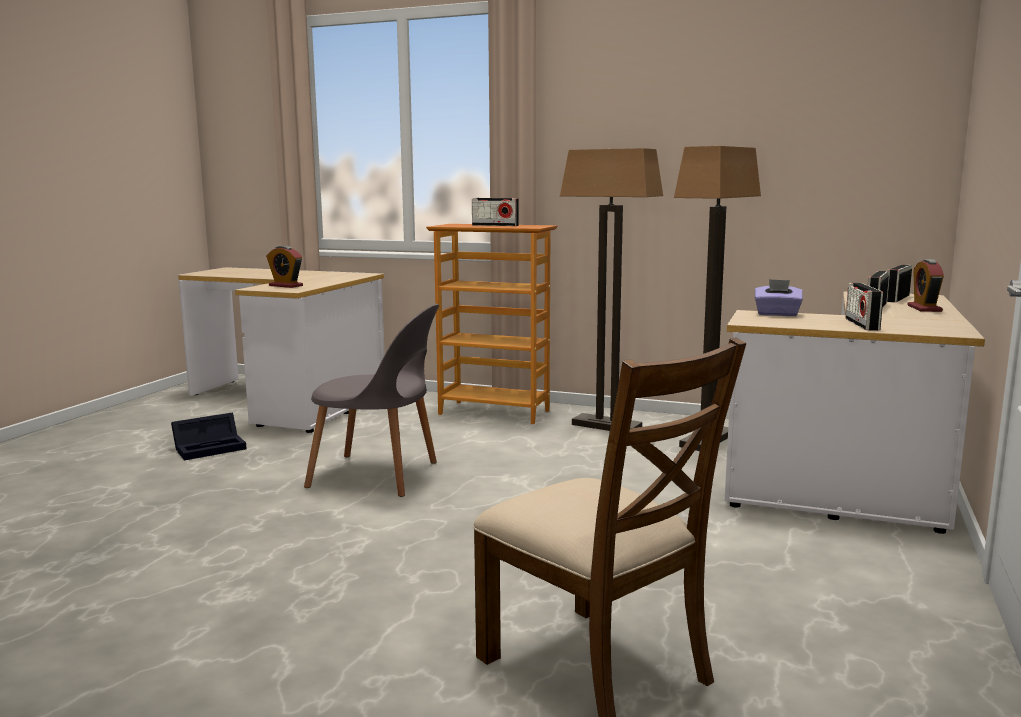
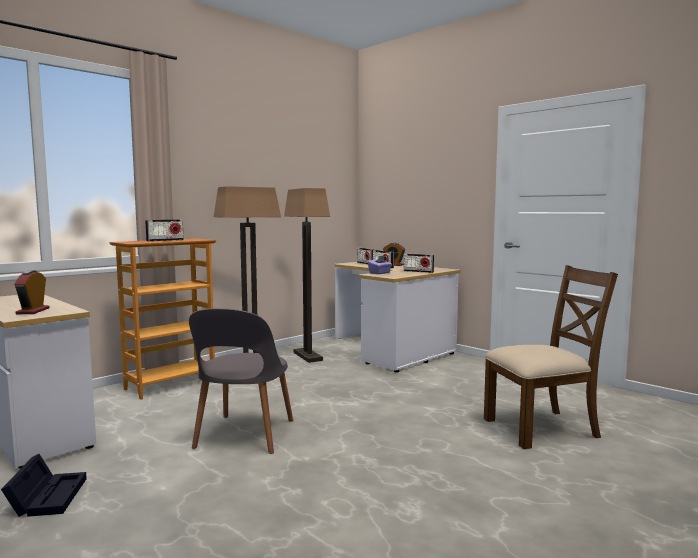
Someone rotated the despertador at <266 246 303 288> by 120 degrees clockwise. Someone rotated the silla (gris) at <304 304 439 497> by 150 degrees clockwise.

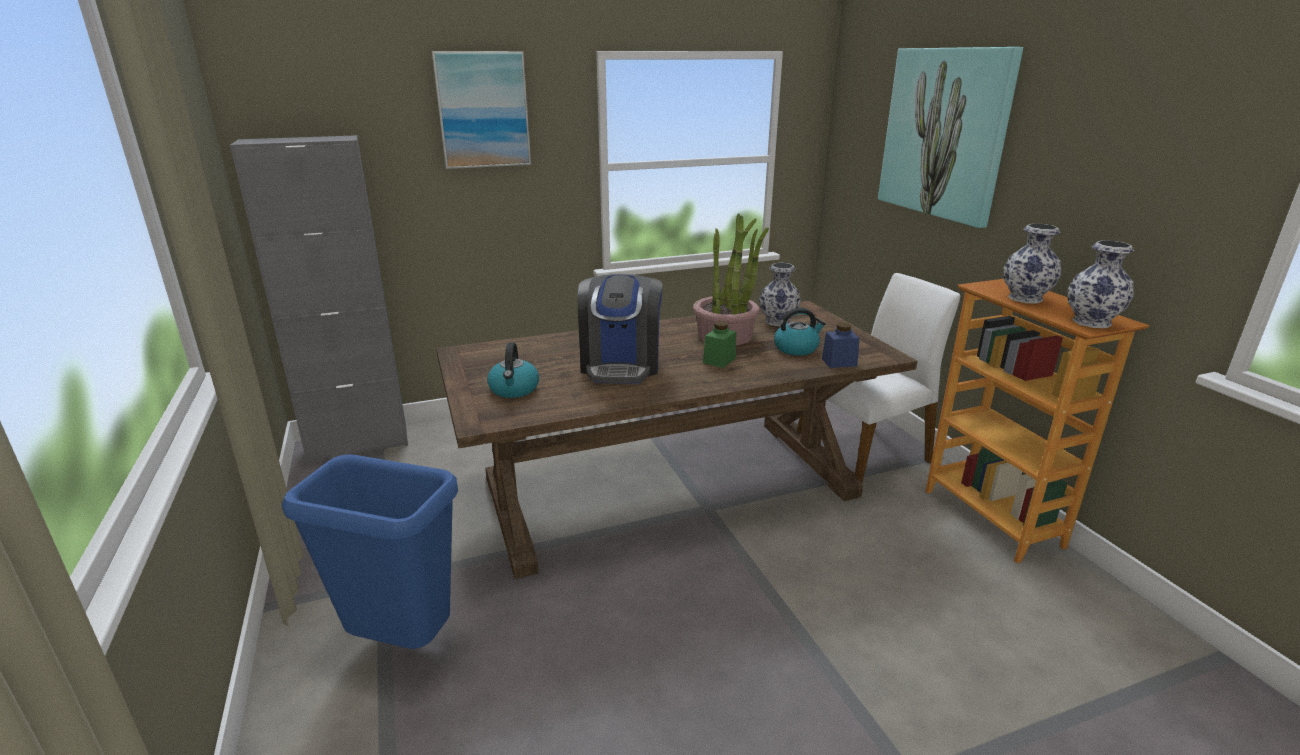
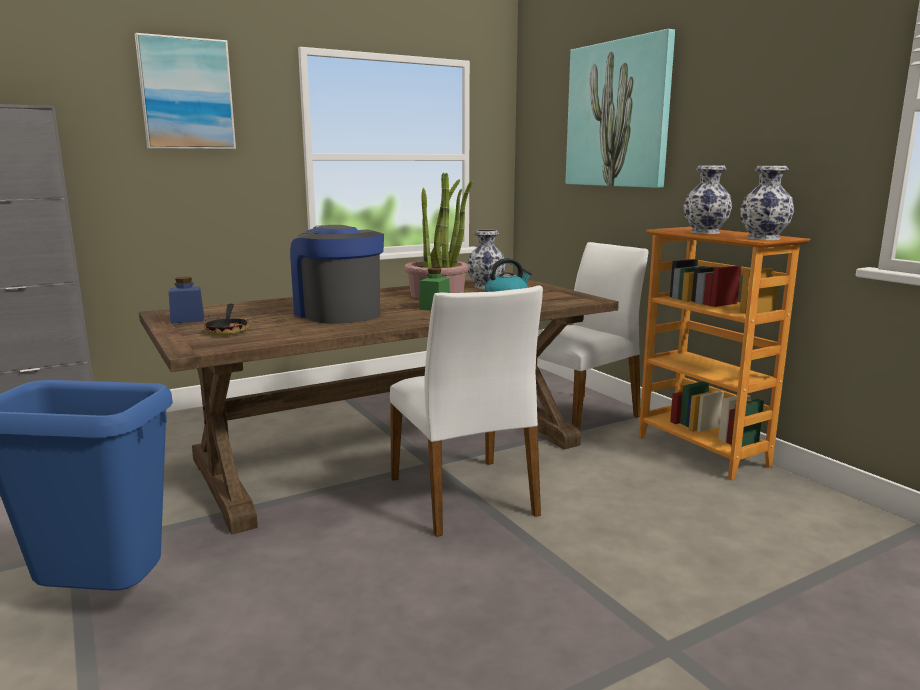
Someone carried the tarro (azul) from <822 322 860 368> to <169 277 204 323>. Someone swapped the hervidor at <487 342 539 398> for the sartén at <204 304 249 335>. Someone rotated the cafetera at <578 274 663 384> by 150 degrees clockwise. Someone put down the silla (blanco) at <390 286 543 537>.

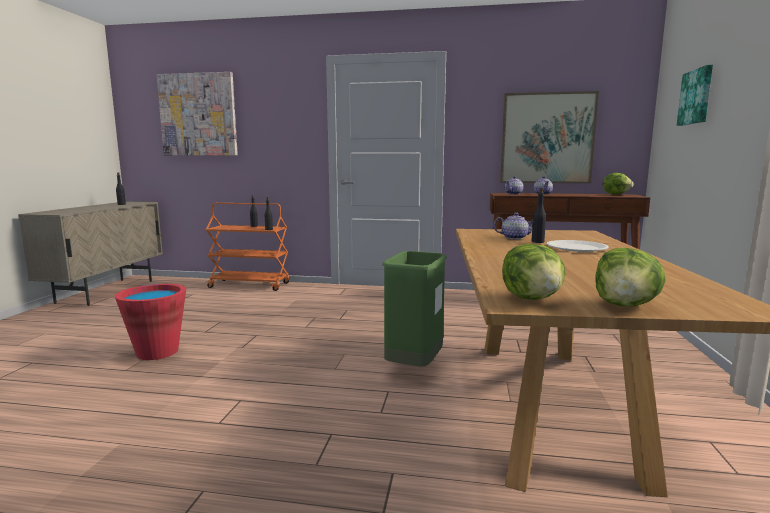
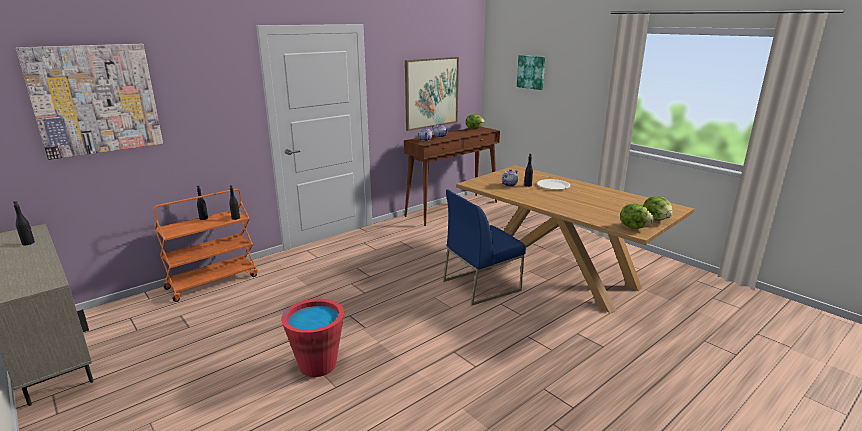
Someone swapped the papelera (verde) at <382 251 447 366> for the silla (azul) at <443 189 526 305>.

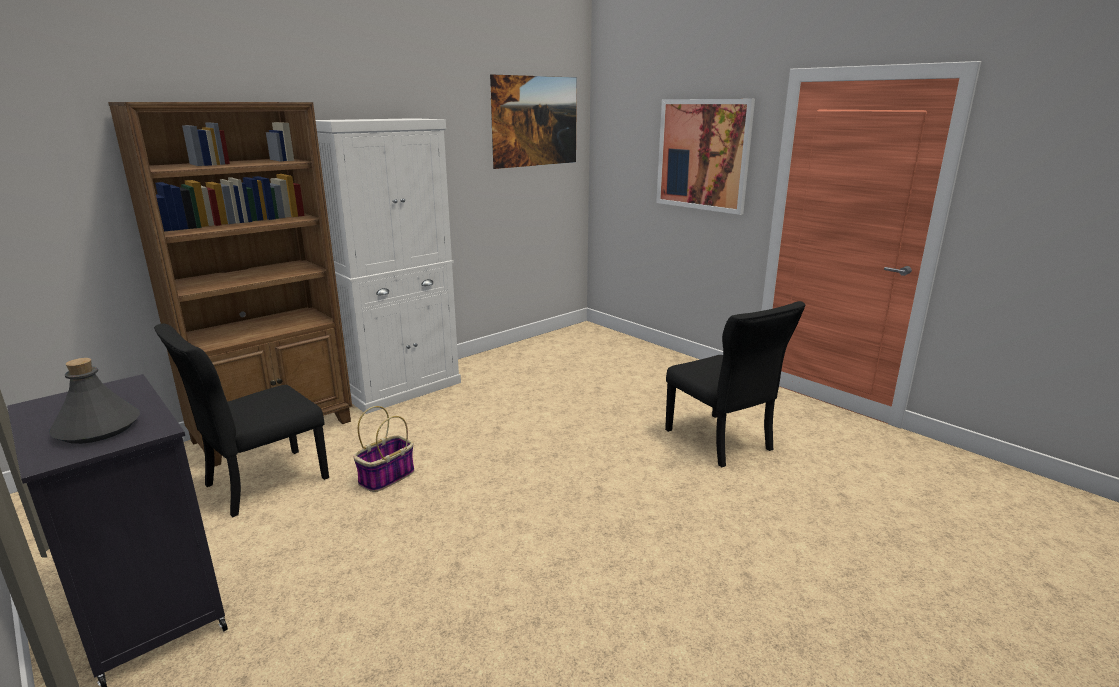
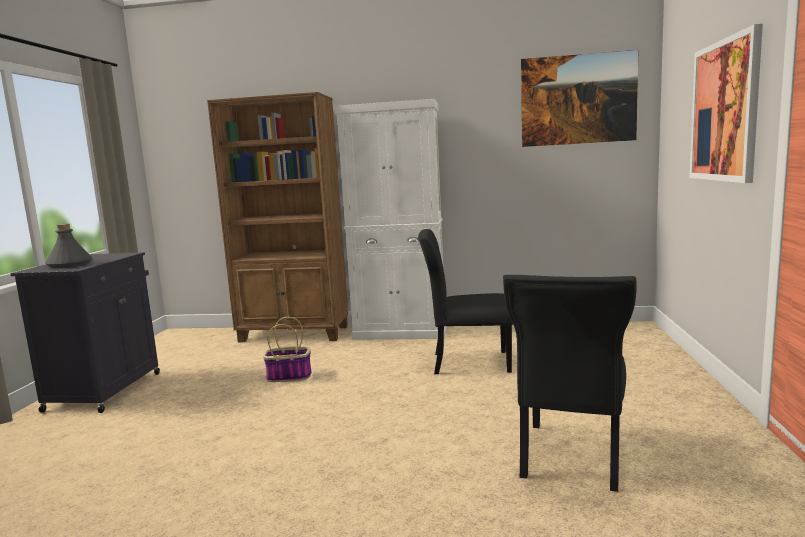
Someone carried the silla (negro) from <154 324 329 518> to <418 229 513 374>.

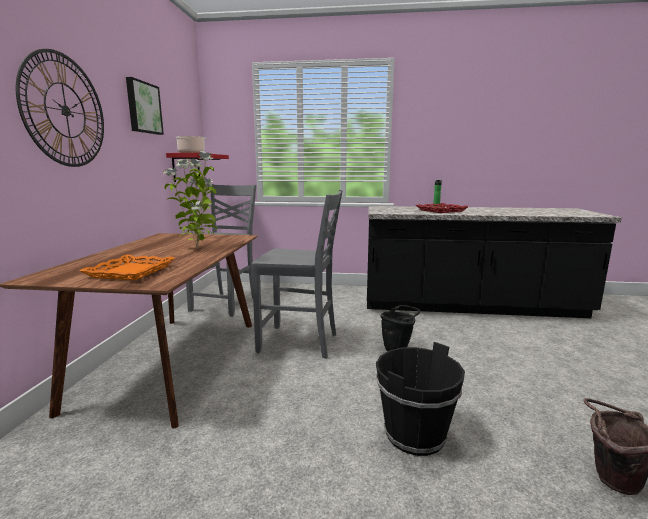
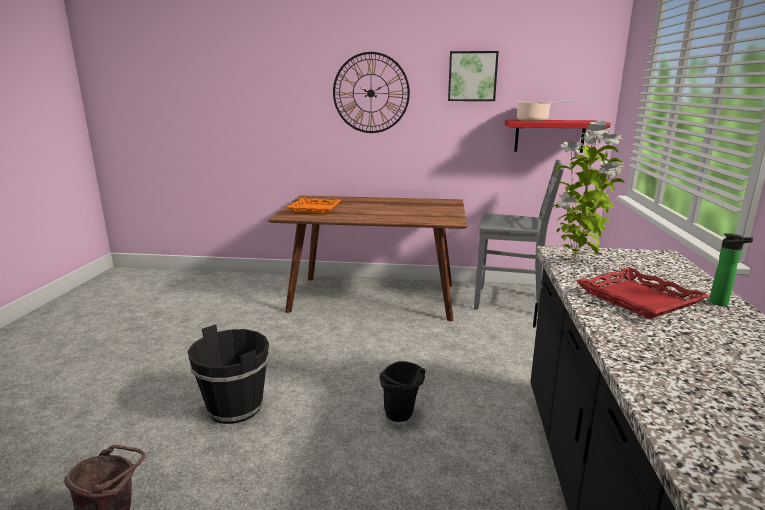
Someone carried the planta en maceta from <163 151 218 248> to <553 120 625 262>. Someone took away the silla (gris) at <252 190 342 358>.

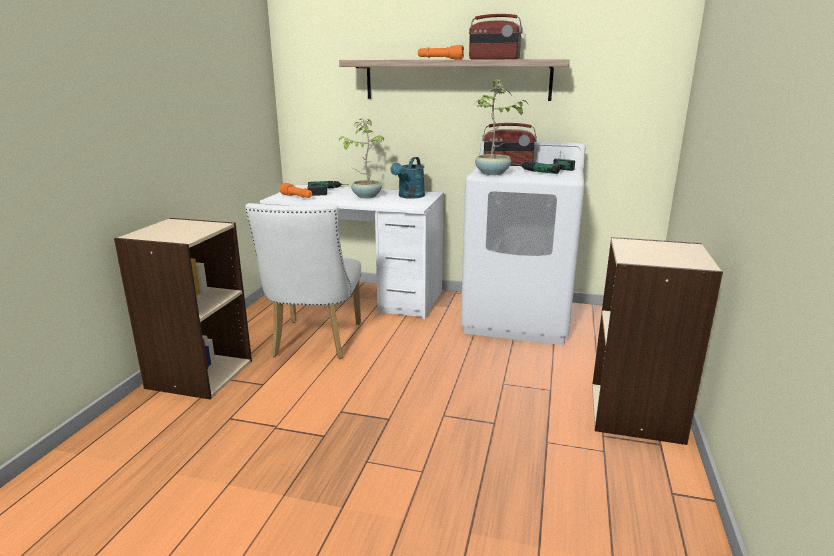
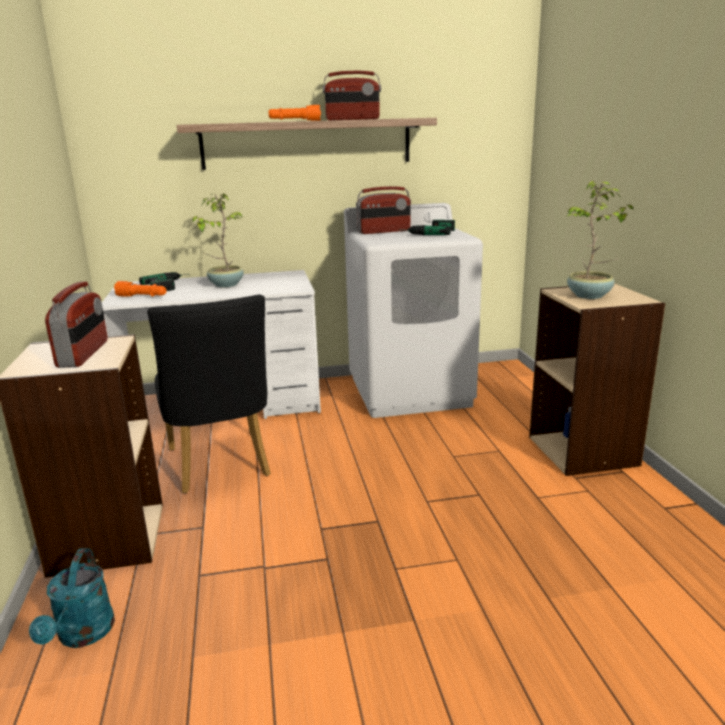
Someone carried the regadera (turquesa) from <390 157 425 198> to <29 548 115 648>. Someone put down the radio at <45 281 108 368>. Someone repainted the silla (blanco) at <245 203 361 359>, which became the silla (negro) at <147 295 271 493>. Someone carried the planta en maceta from <474 79 528 175> to <566 181 633 299>.

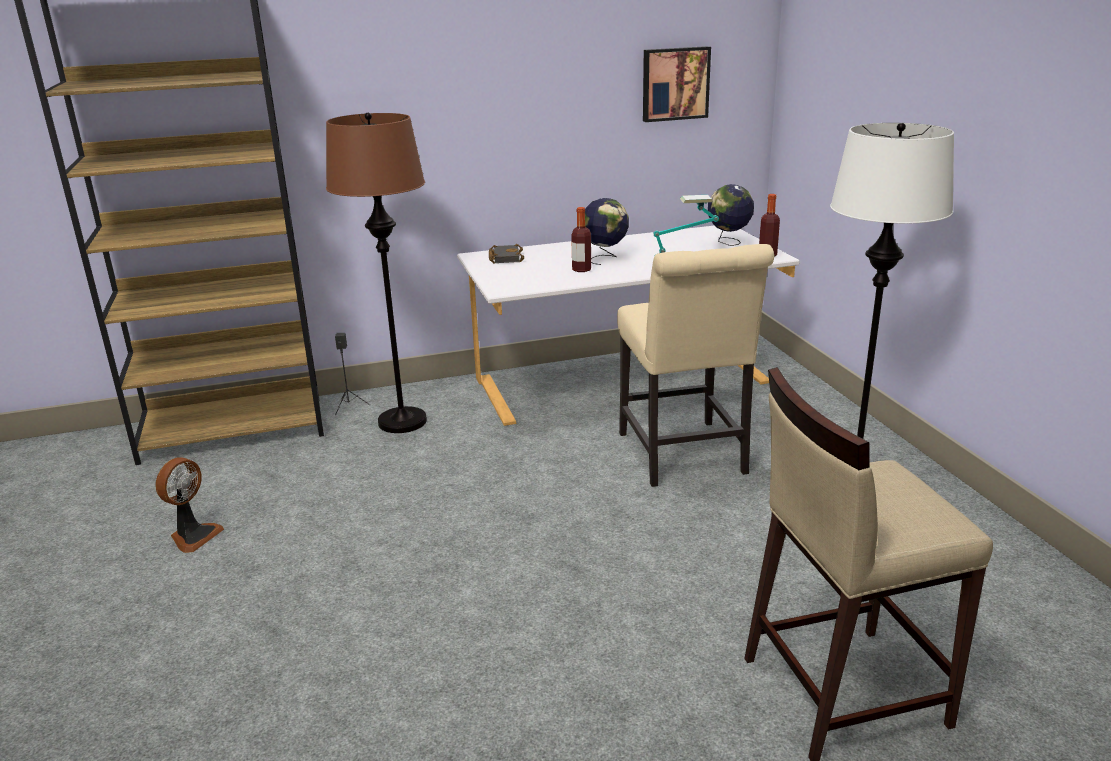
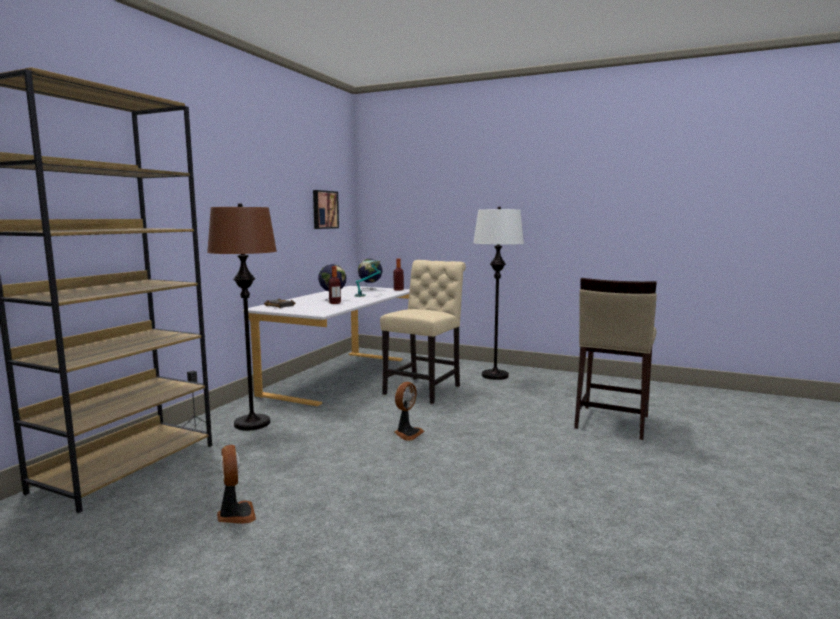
Someone rotated the silla (beis) at <617 244 774 487> by 90 degrees counterclockwise. Someone put down the ventilador at <394 382 425 441>.

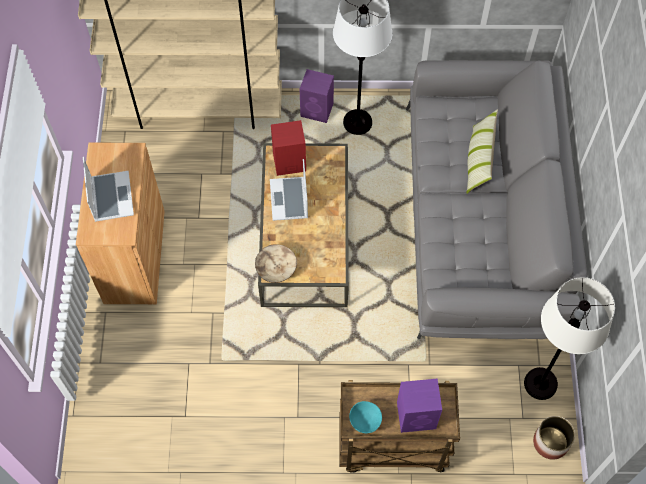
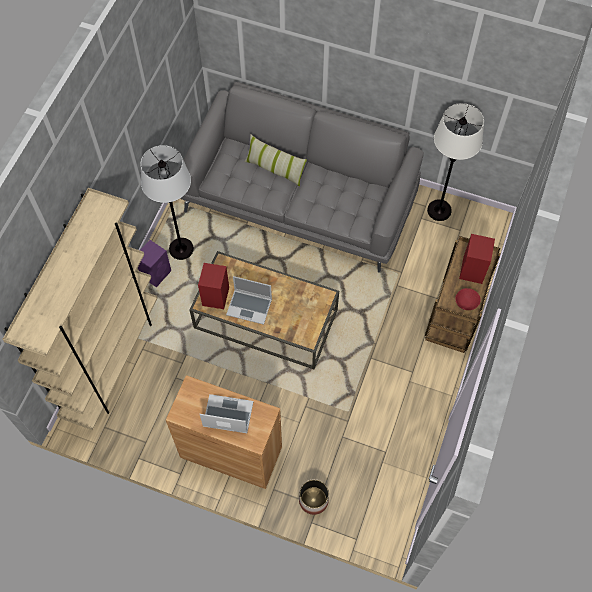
Someone carried the maceta from <533 416 575 460> to <299 479 329 515>. Someone repainted the cuenco (turquesa) at <349 401 382 433>, which became the cuenco (rojo) at <455 288 481 310>. Someone repainted the altavoz (morado) at <397 379 442 433>, which became the altavoz (rojo) at <459 234 495 284>. Someone took away the cuenco (beis) at <255 245 297 283>.

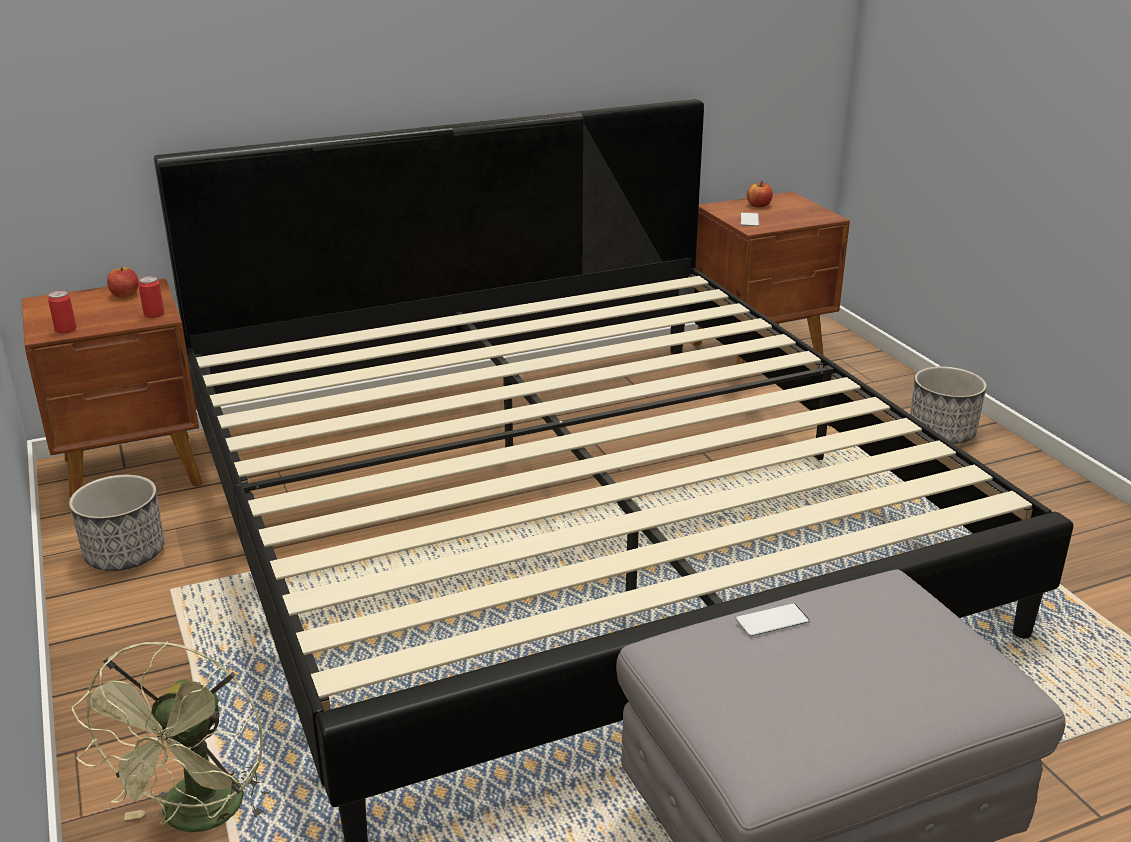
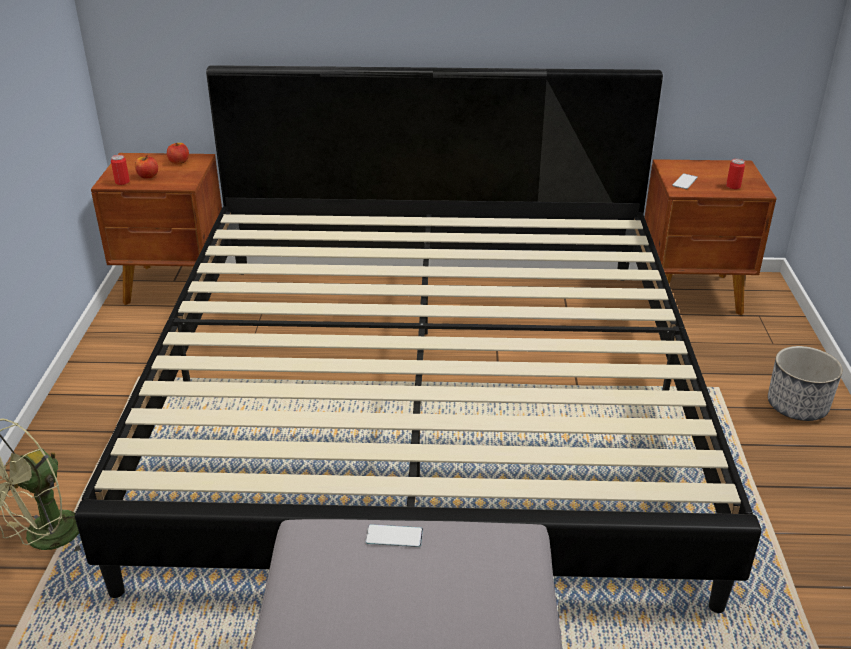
Someone carried the manzana from <747 181 773 208> to <135 155 158 179>. Someone carried the lata from <138 276 164 318> to <726 159 745 189>. Someone took away the maceta at <69 475 164 571>.

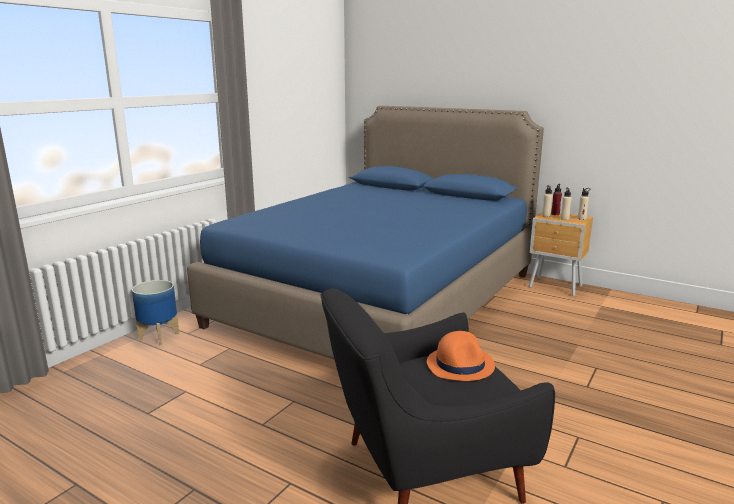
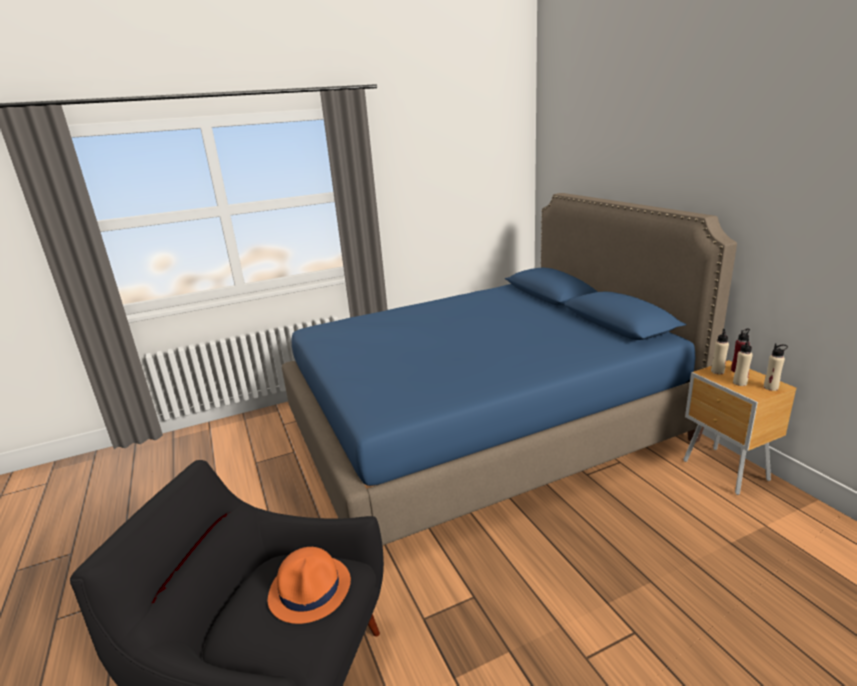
Someone took away the maceta at <132 280 179 345>.

